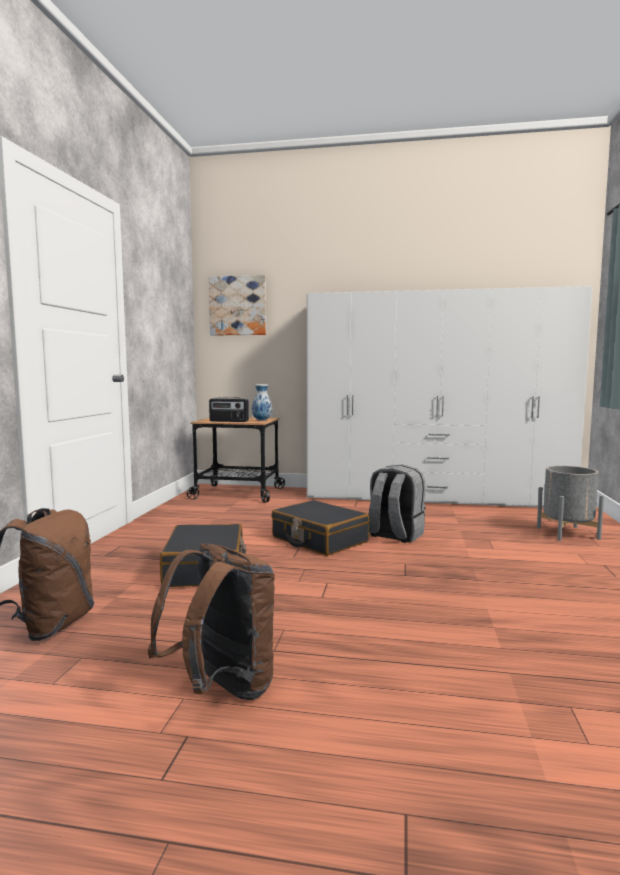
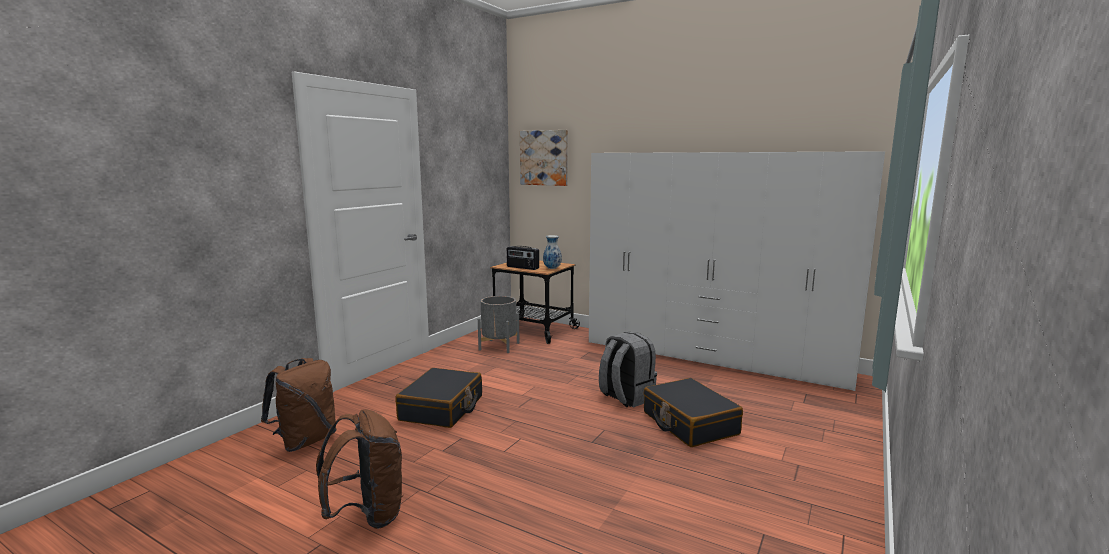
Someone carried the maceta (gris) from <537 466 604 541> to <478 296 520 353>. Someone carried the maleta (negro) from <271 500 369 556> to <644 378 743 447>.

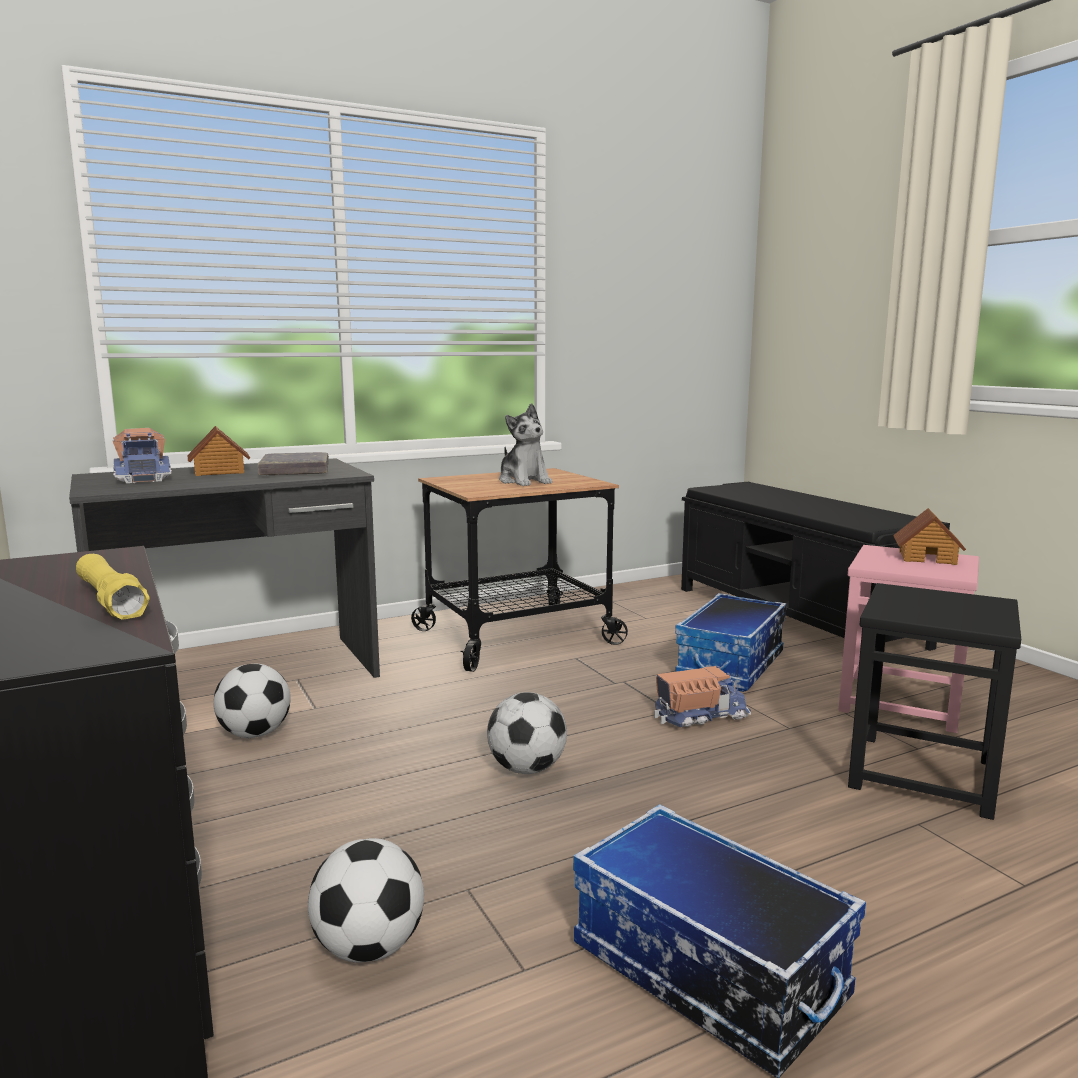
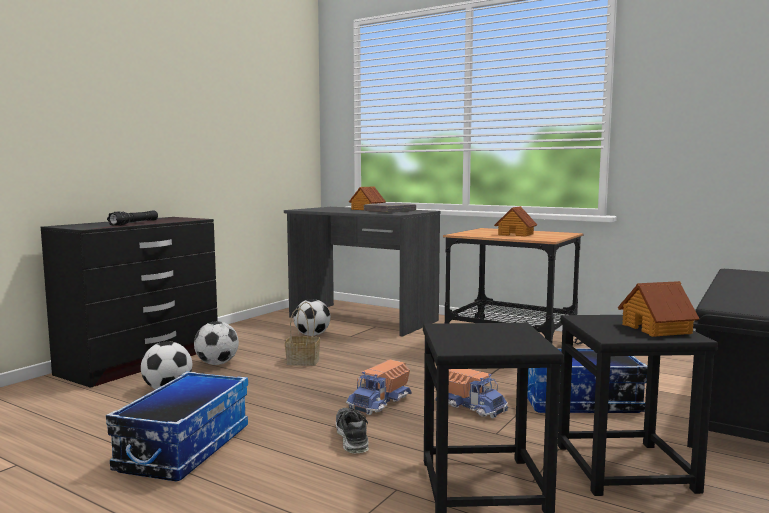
Someone repainted the linterna (amarillo) at <76 554 150 620>, which became the linterna (negro) at <107 210 158 226>. Someone carried the balón de fútbol from <487 692 567 774> to <194 321 239 365>. Someone put down the cesta at <285 302 320 366>. Someone put down the zapato at <336 408 369 453>. Someone carried the camión de juguete from <113 428 172 483> to <346 360 411 415>. Someone swapped the peluche at <499 403 553 486> for the casita at <494 206 537 237>. Someone repainted the taburete (rosa) at <838 545 979 733>, which became the taburete (negro) at <558 315 718 496>.

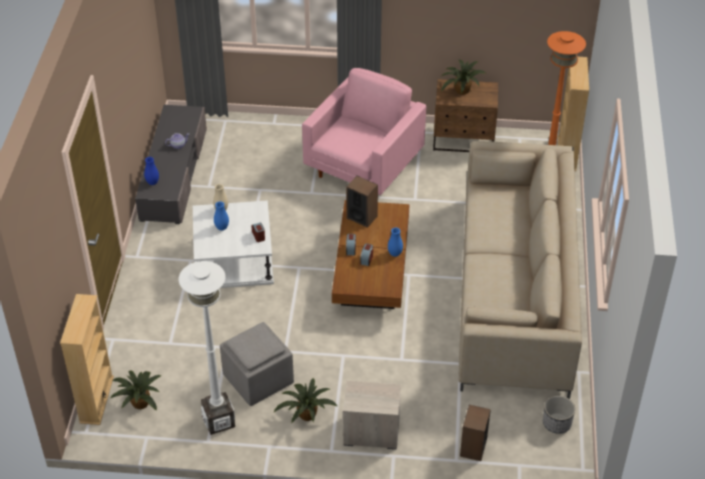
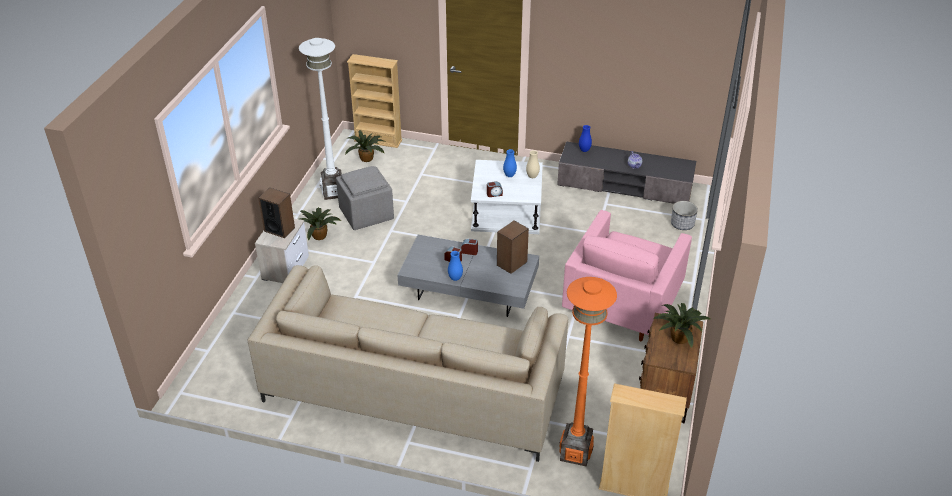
Someone carried the altavoz from <460 405 491 461> to <258 187 295 238>. Someone repainted the mesa de centro (marrón) at <332 200 410 309>, which became the mesa de centro (gris) at <398 235 539 317>. Someone rotated the sillón (rosa) at <302 68 426 195> by 75 degrees clockwise. Someone carried the maceta from <543 396 575 434> to <671 201 698 230>.

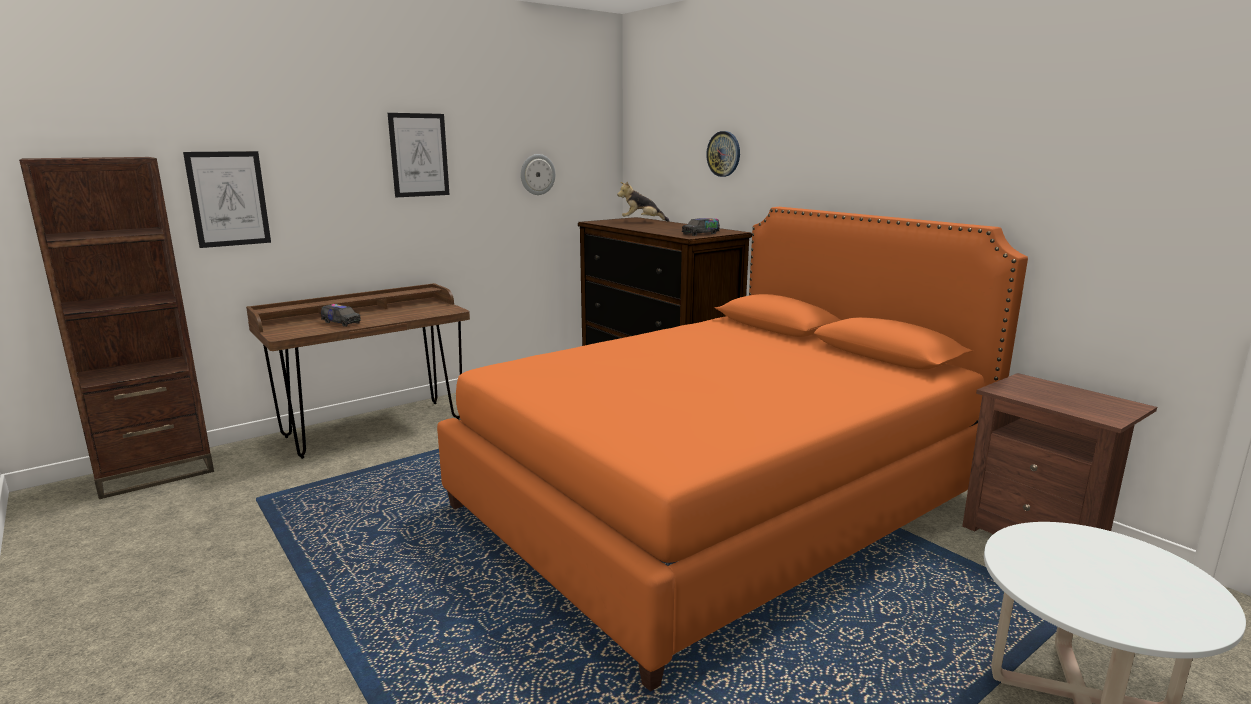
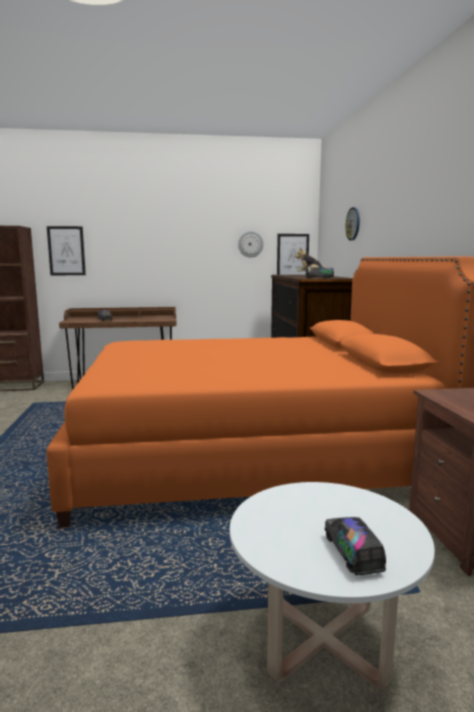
Someone carried the cuadro from <388 113 450 197> to <277 234 309 275>. Someone put down the camión de juguete at <325 517 386 575>.

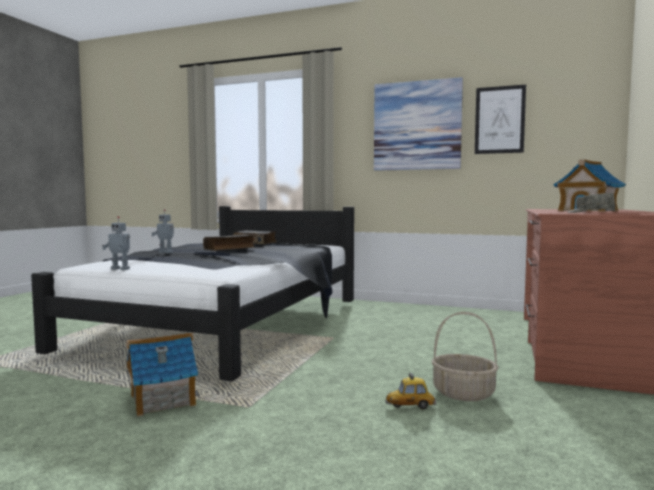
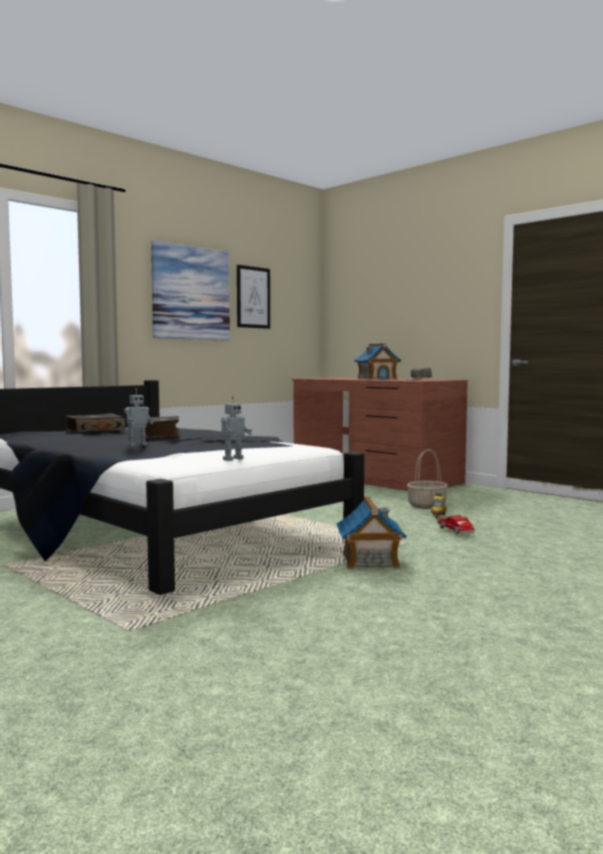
Someone put down the camión de juguete at <437 515 475 535>.

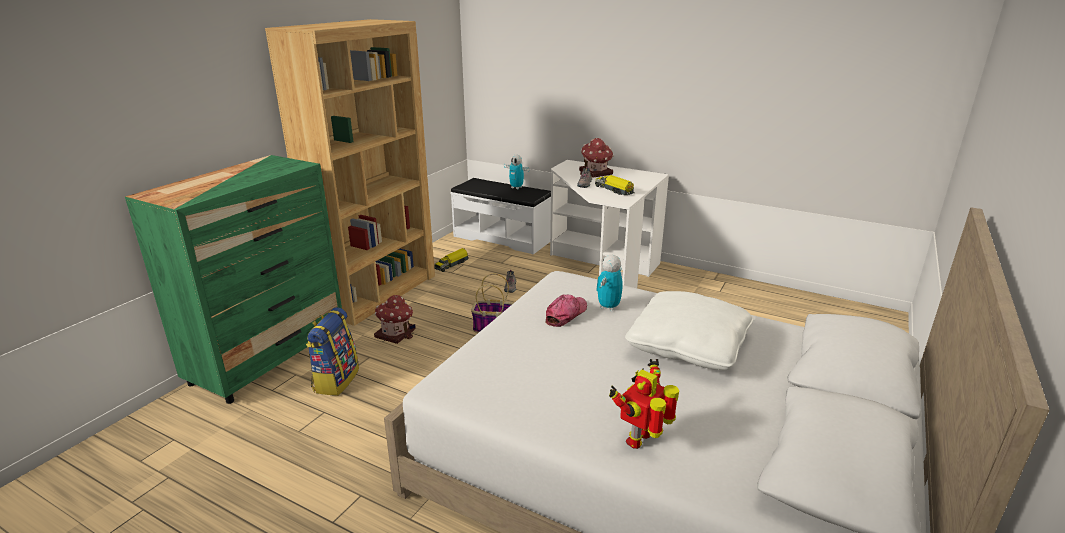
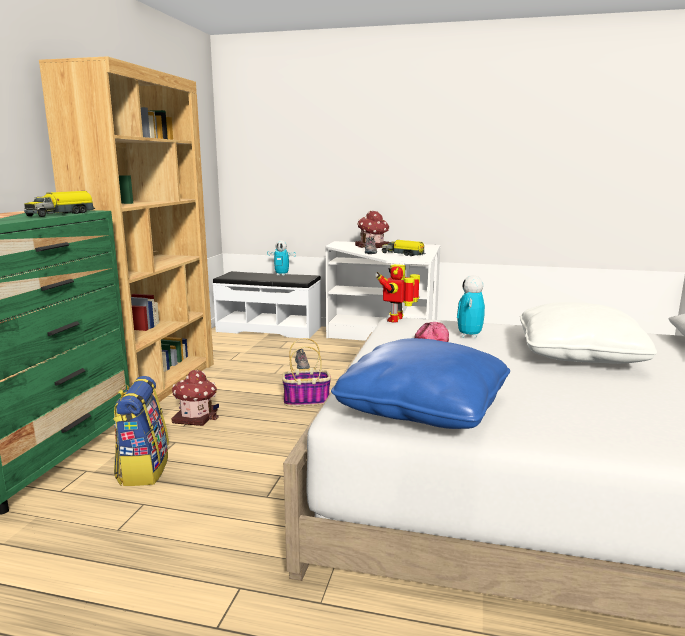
Someone carried the camión de juguete from <434 248 468 272> to <24 191 95 217>. Someone put down the cojín (azul) at <331 338 510 429>. Someone carried the robot de juguete from <609 359 679 449> to <376 264 420 323>.

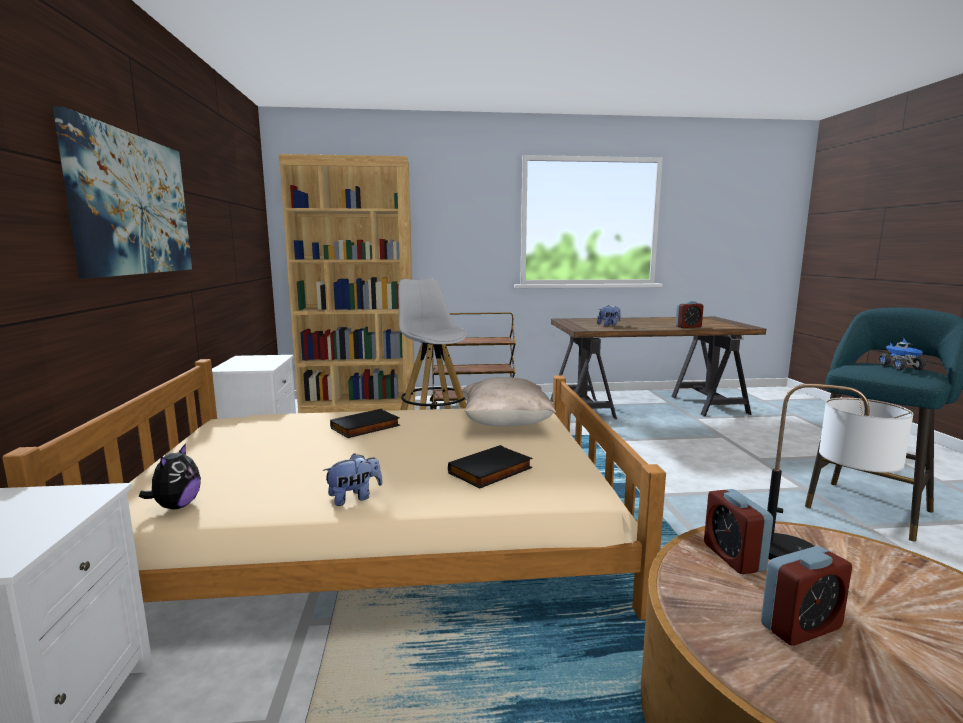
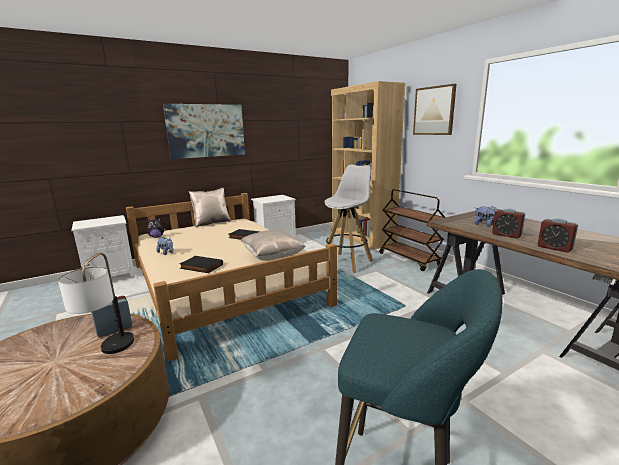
Someone put down the cojín (beis) at <189 188 231 227>. Someone put up the cuadro at <413 84 456 135>. Someone carried the despertador from <761 546 852 646> to <492 209 525 238>. Someone took away the camión de juguete at <879 338 926 370>.

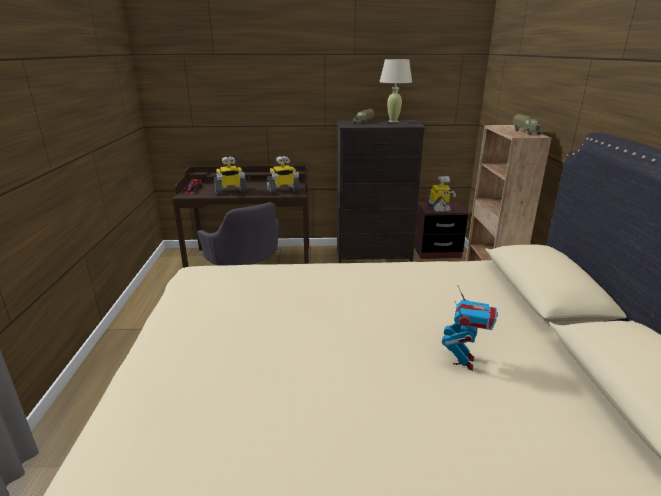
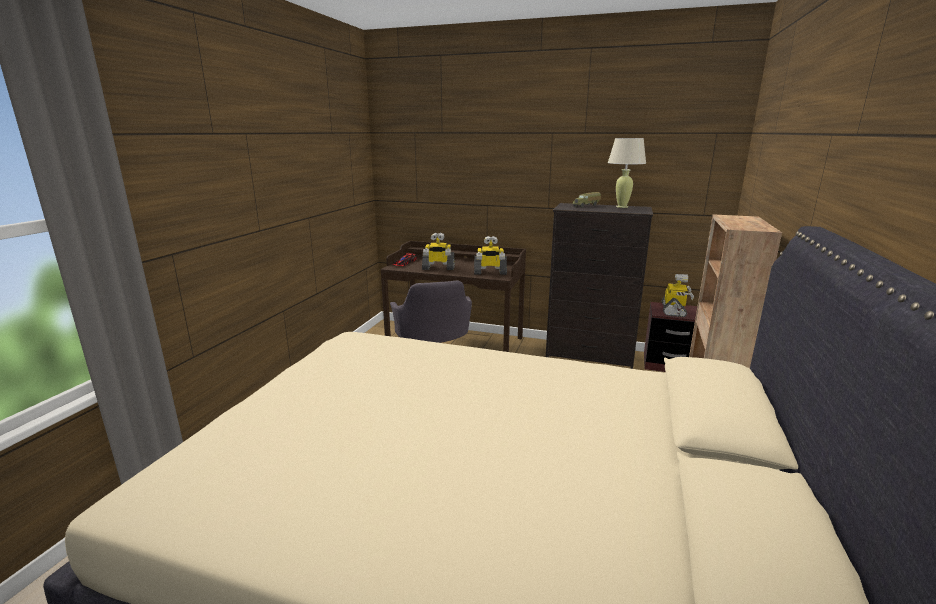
Someone took away the robot de juguete at <442 286 498 370>. Someone took away the camión de juguete at <512 114 543 135>.

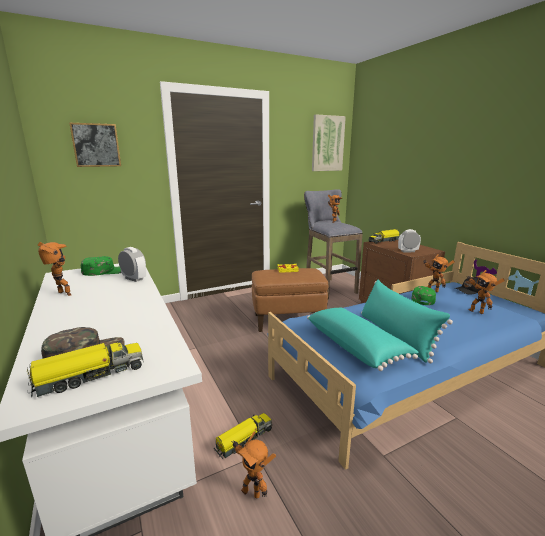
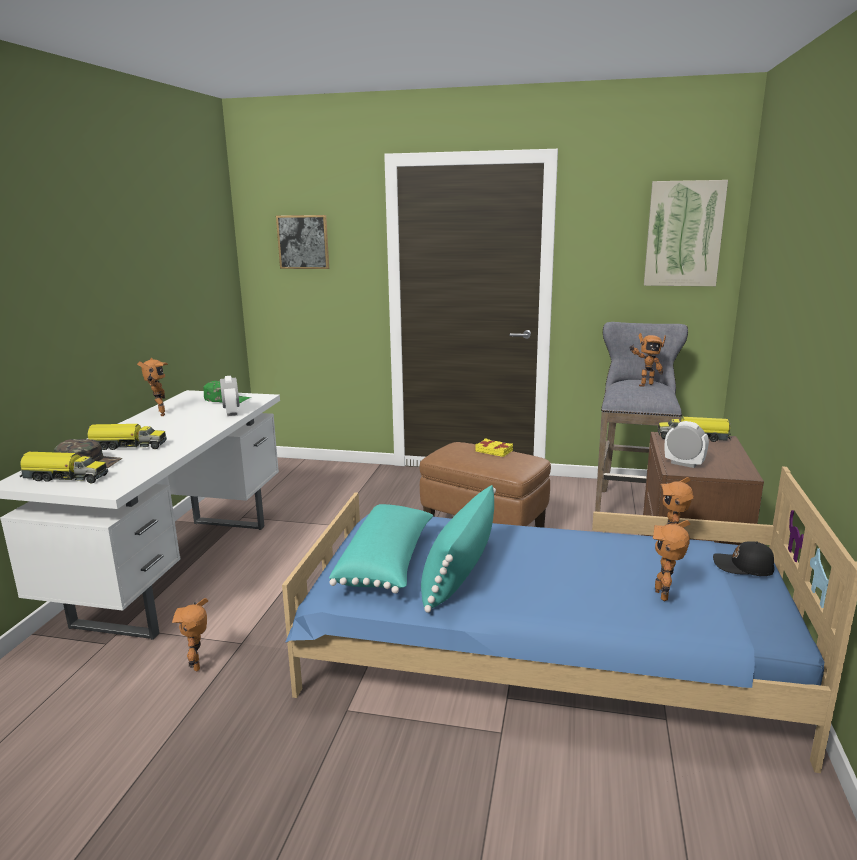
Someone carried the camión de juguete from <214 413 272 459> to <88 424 167 450>. Someone took away the gorra (verde) at <412 286 436 305>.

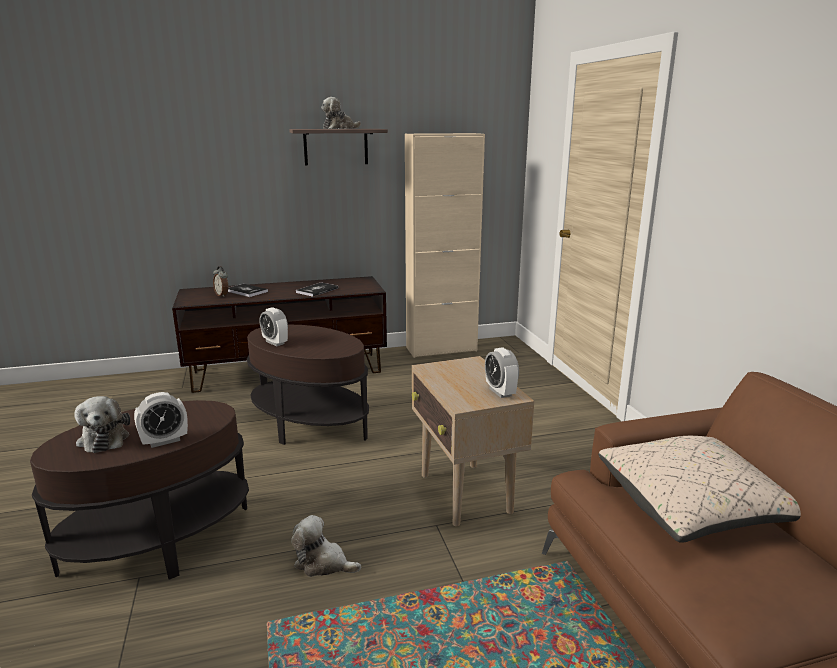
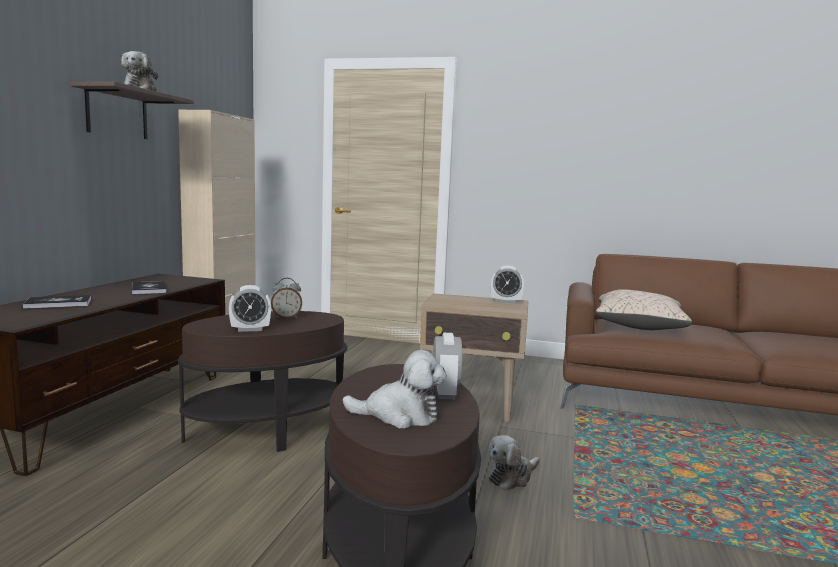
Someone carried the despertador from <213 266 228 297> to <271 278 302 318>.

